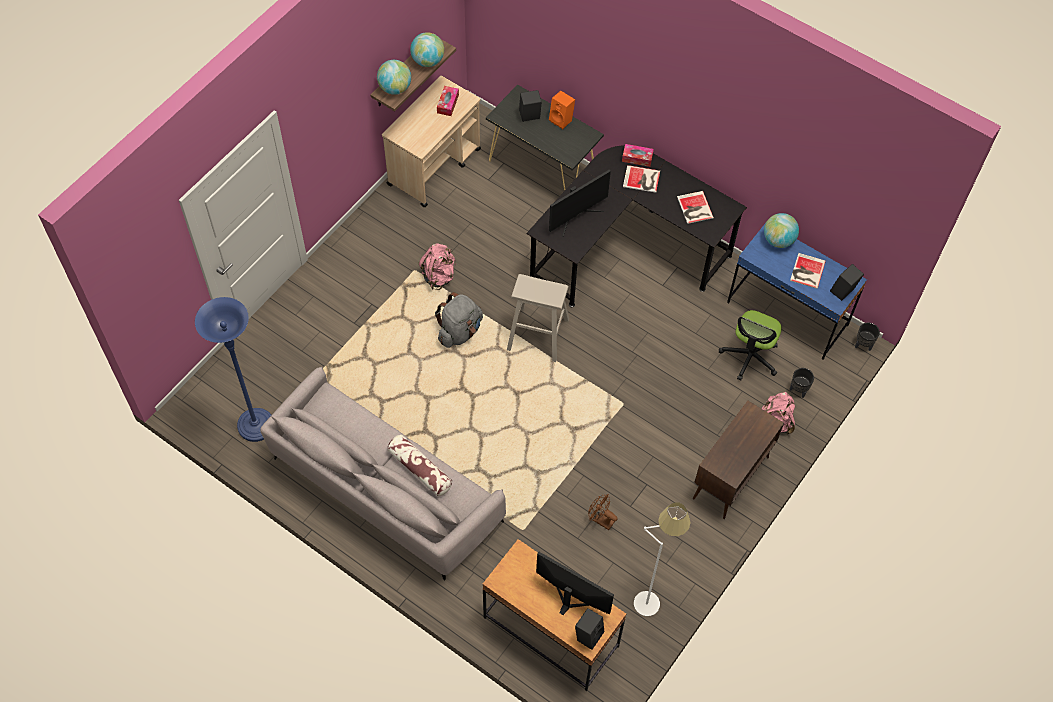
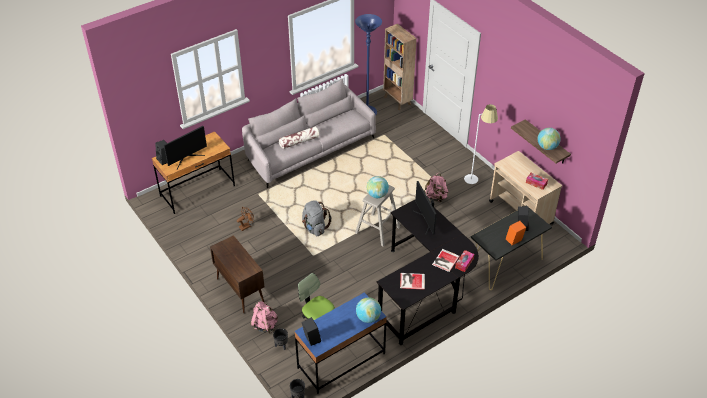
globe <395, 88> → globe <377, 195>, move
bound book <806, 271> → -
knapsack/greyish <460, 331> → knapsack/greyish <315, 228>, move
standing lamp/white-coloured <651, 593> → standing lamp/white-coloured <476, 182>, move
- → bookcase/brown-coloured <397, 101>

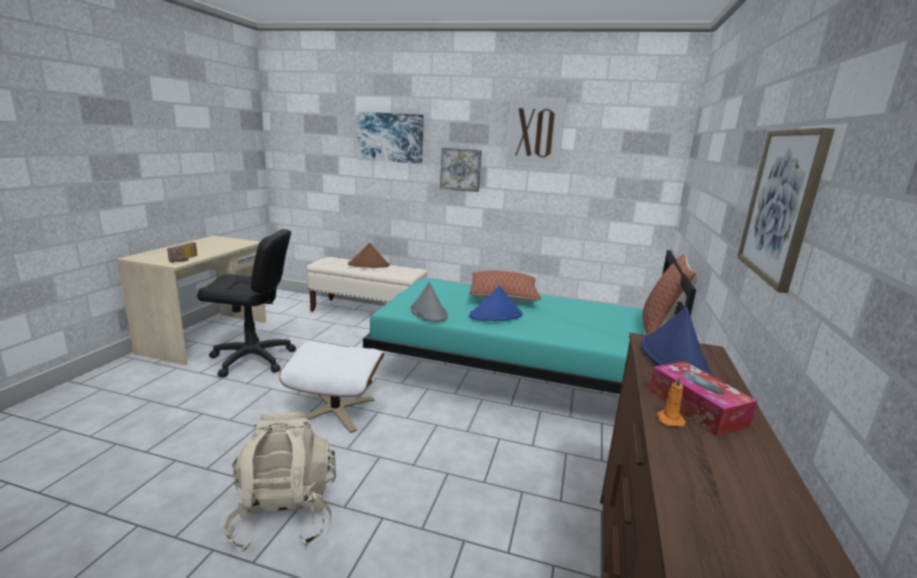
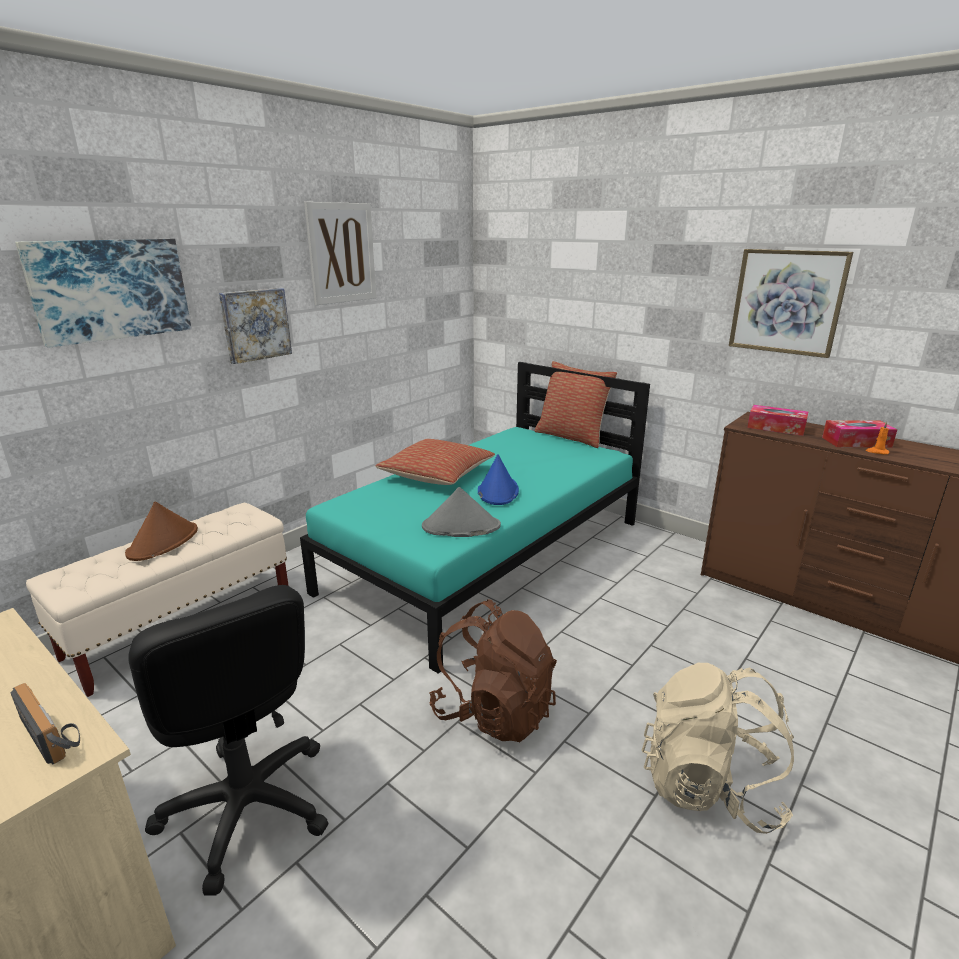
computer chair/black <252, 359> → computer chair/black <246, 807>, 120 degrees clockwise
wearable hat/blue-coloured <674, 358> → box of tissues <776, 428>
ottoman/white-coloured <335, 410> → knapsack/brown-coloured <494, 711>

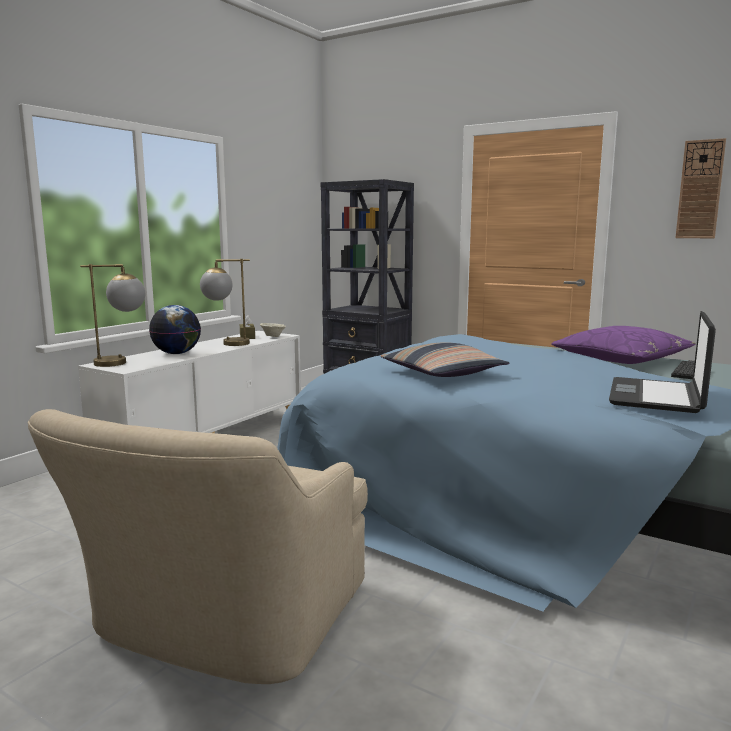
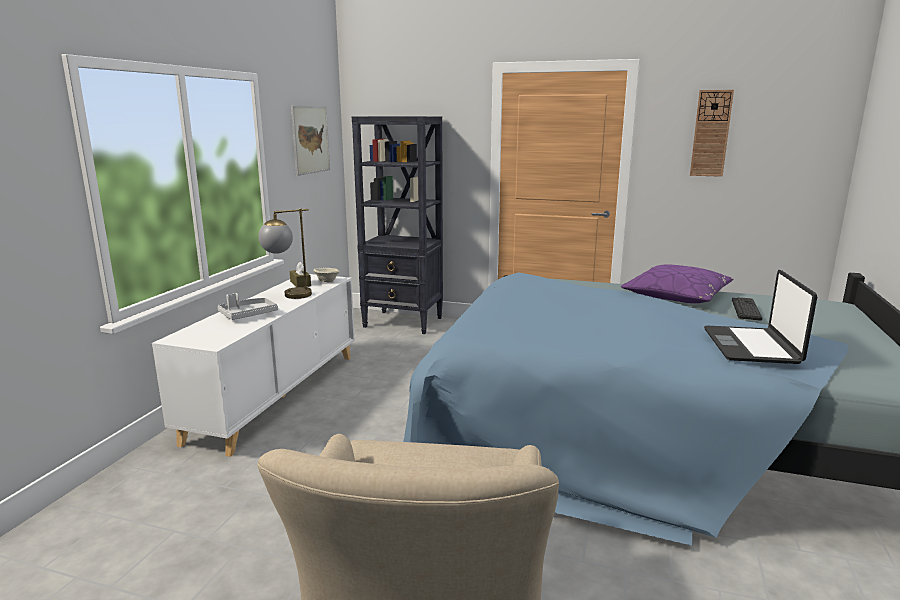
tabletop lamp <122, 362> → -
globe <177, 353> → tray/greyish <248, 315>
pillow <442, 373> → -
- → picture <310, 139>

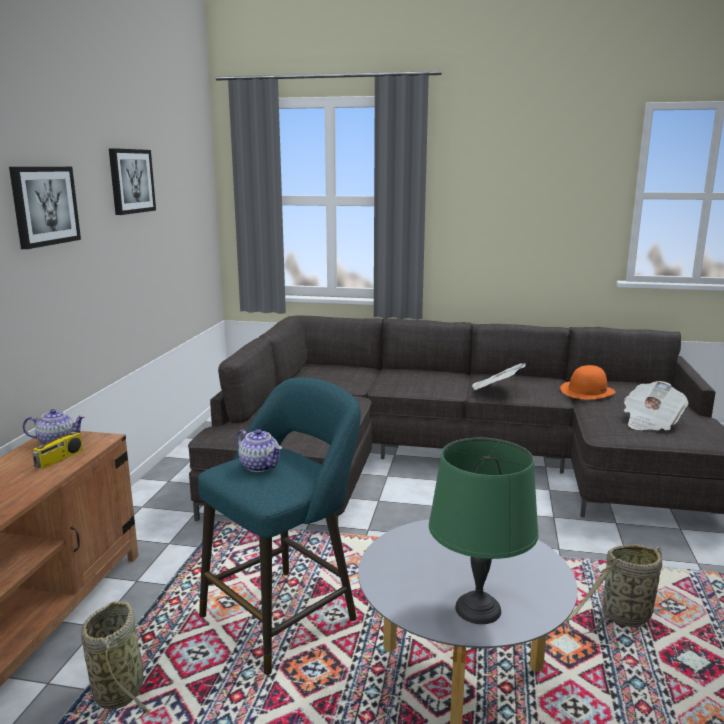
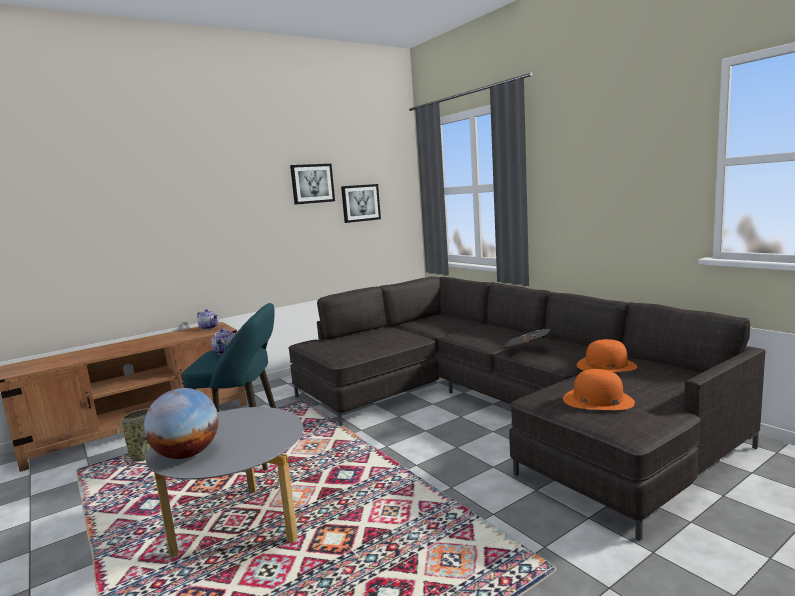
picture <44, 205> → picture <360, 203>, move
printed paper <650, 422> → wearable hat/orangey <597, 400>
radio <59, 459> → -
tabletop lamp/green <477, 610> → globe <187, 454>
household basket <623, 618> → -

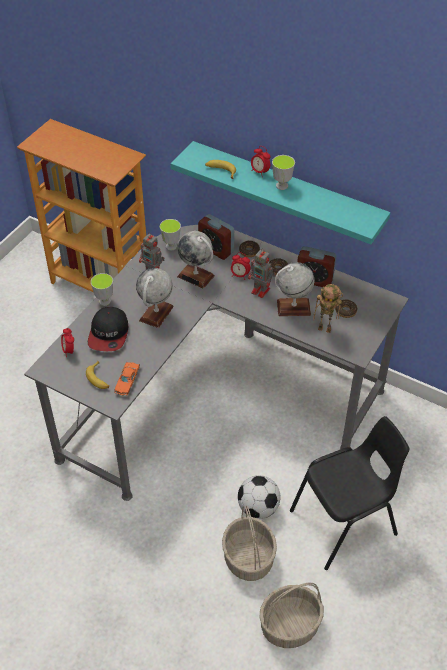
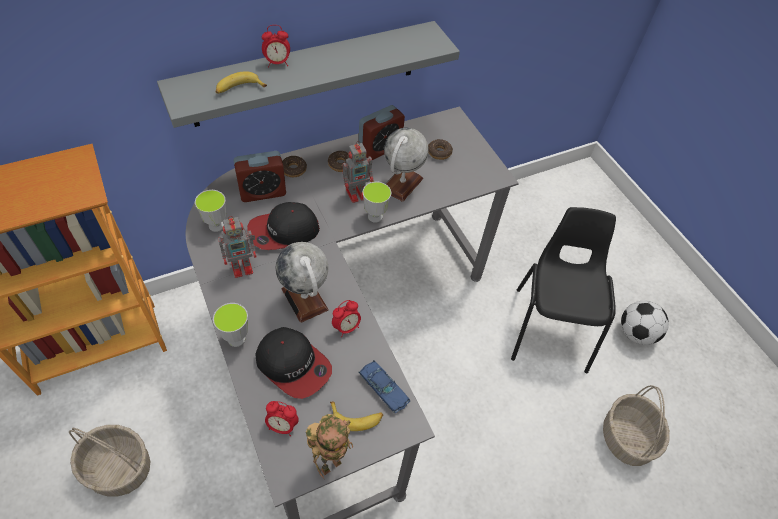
shelf/turquoise <286, 193> → shelf/greyish <306, 74>
cup <282, 186> → cup <375, 216>, move
globe <196, 276> → cap <283, 231>
bedside clock <240, 275> → bedside clock <346, 327>, move
toy robot <325, 328> → toy robot <331, 463>, move
toy car/orangey <127, 381> → toy car/blue-coloured <383, 389>
ball for football <258, 508> → ball for football <636, 333>, move
household basket <249, 558> → household basket <120, 468>, move

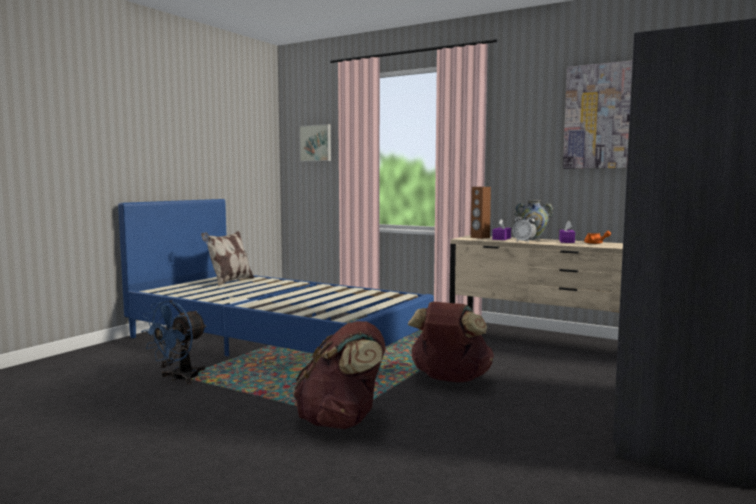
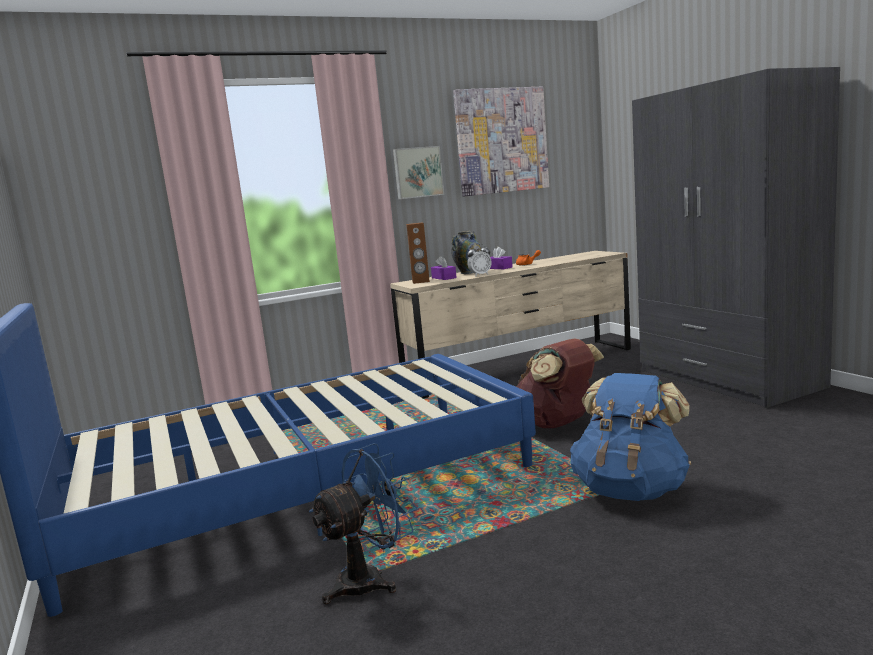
picture <316, 143> → picture <417, 172>, move
pillow <229, 281> → -
electric fan/blue-coloured <178, 378> → electric fan/blue-coloured <370, 579>, 105 degrees counterclockwise
knapsack/brown-coloured <342, 421> → knapsack/blue-coloured <630, 489>

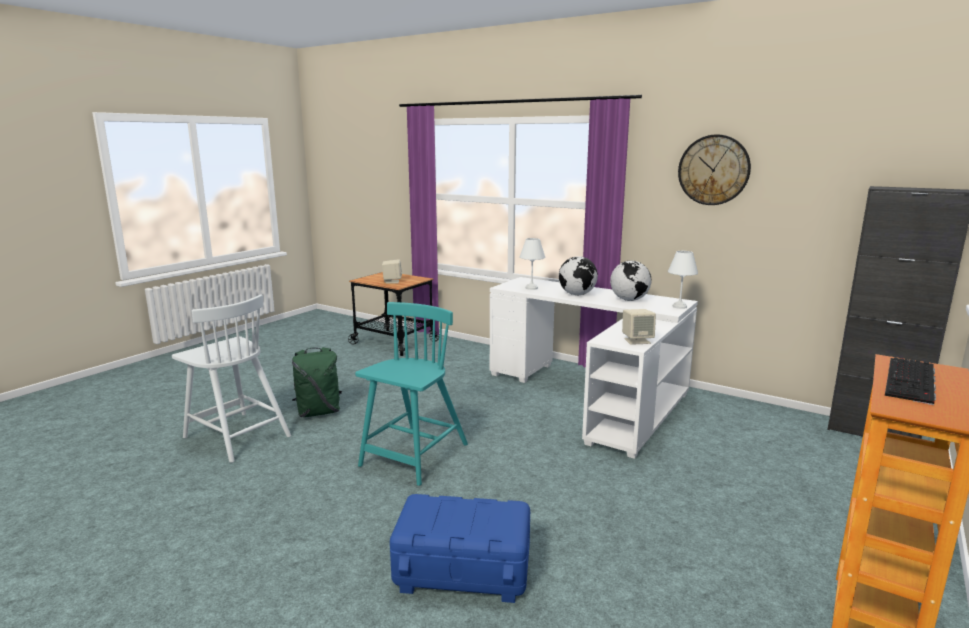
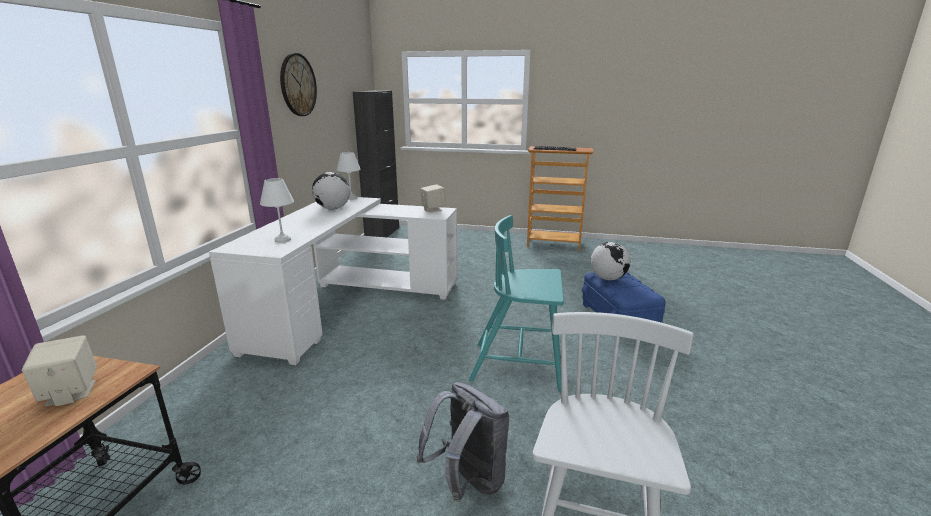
globe <577, 294> → globe <608, 278>, move
knapsack/green <318, 412> → knapsack/greyish <467, 481>

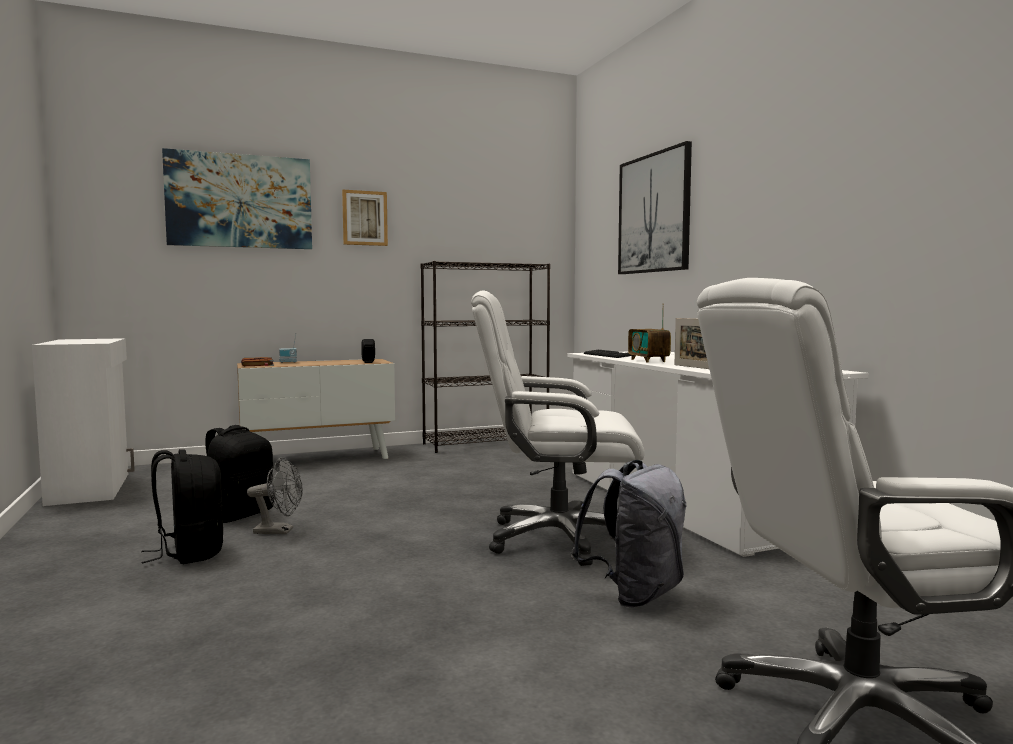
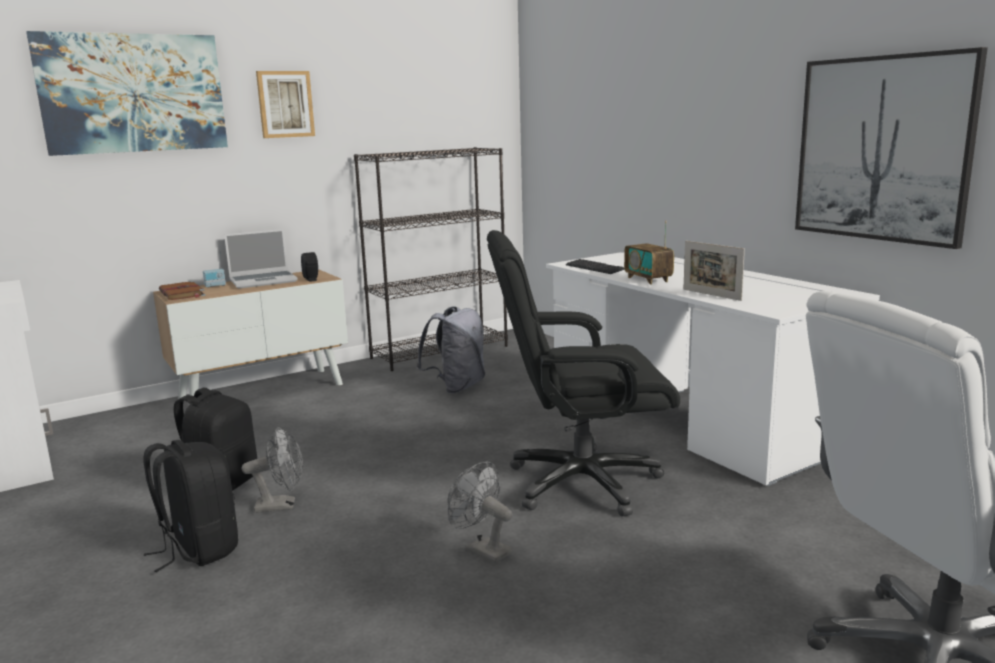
picture <654, 213> → picture <882, 149>, move
computer chair/white-coloured <557, 538> → computer chair/black <581, 482>
knapsack/greyish <634, 594> → knapsack/greyish <456, 387>, move
- → portable computer <264, 281>
- → electric fan/greyish <482, 549>

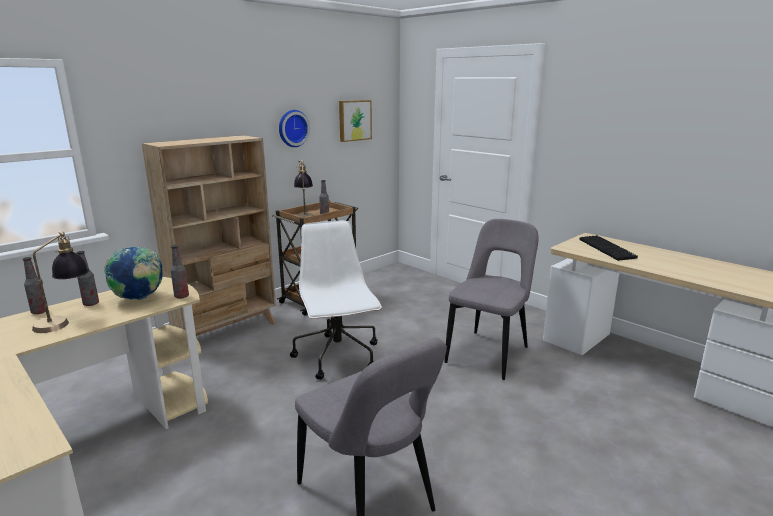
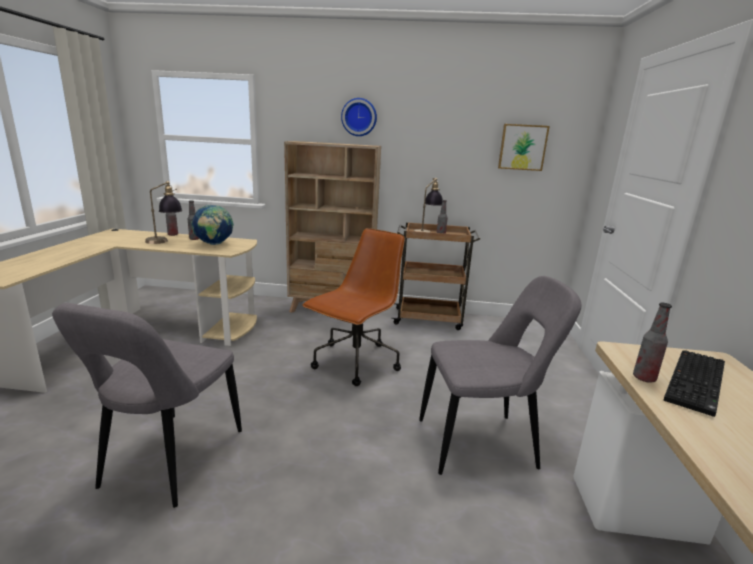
hanging clock <292, 128> → hanging clock <359, 117>, move
computer chair/white-coloured <338, 357> → computer chair/brown-coloured <355, 363>
drink bottle <181, 296> → drink bottle <644, 378>, move

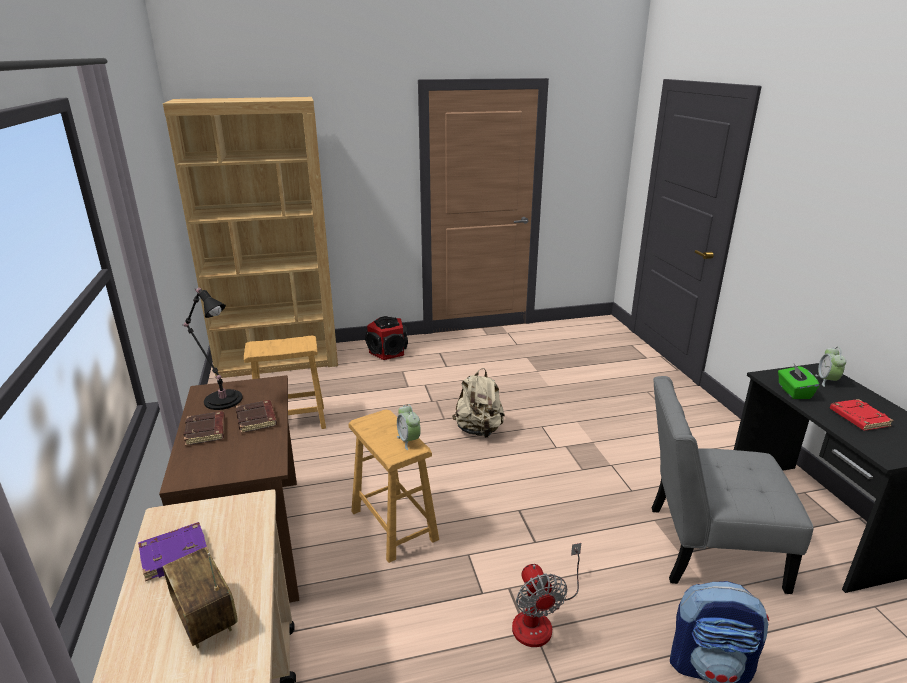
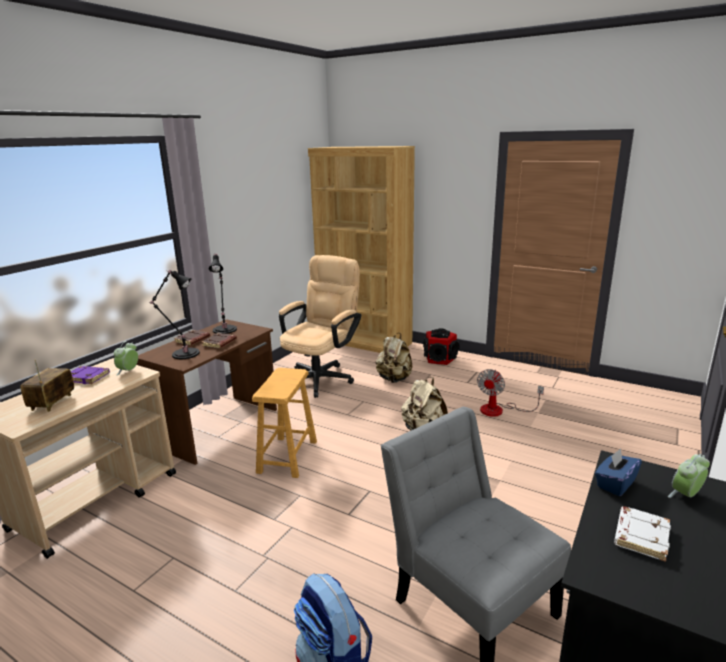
stool/brown-coloured <291, 421> → computer chair/sand-coloured <322, 377>
box of tissues/green <793, 392> → box of tissues/blue-coloured <615, 484>
bound book/red-coloured <858, 418> → bound book/white-coloured <640, 536>
bedside clock <408, 441> → bedside clock <128, 371>, move
electric fan <540, 619> → electric fan <499, 410>, move
- → tabletop lamp/black <183, 353>
- → knapsack/sand-coloured <394, 379>

